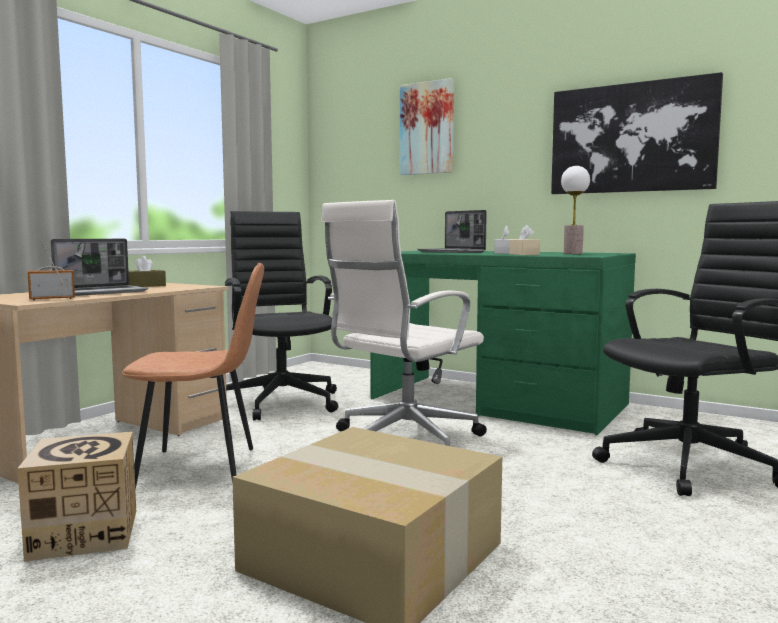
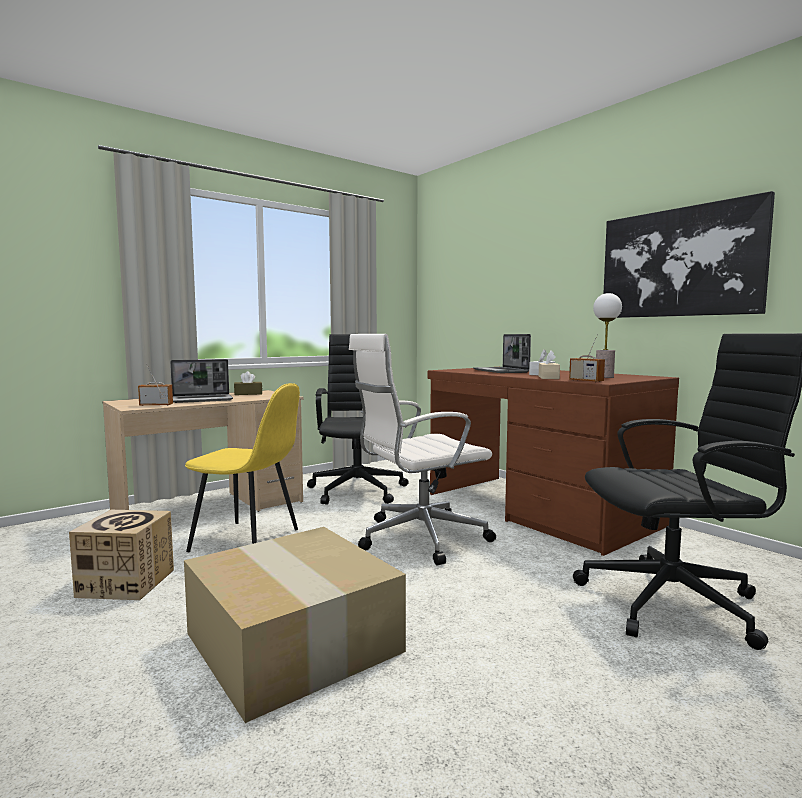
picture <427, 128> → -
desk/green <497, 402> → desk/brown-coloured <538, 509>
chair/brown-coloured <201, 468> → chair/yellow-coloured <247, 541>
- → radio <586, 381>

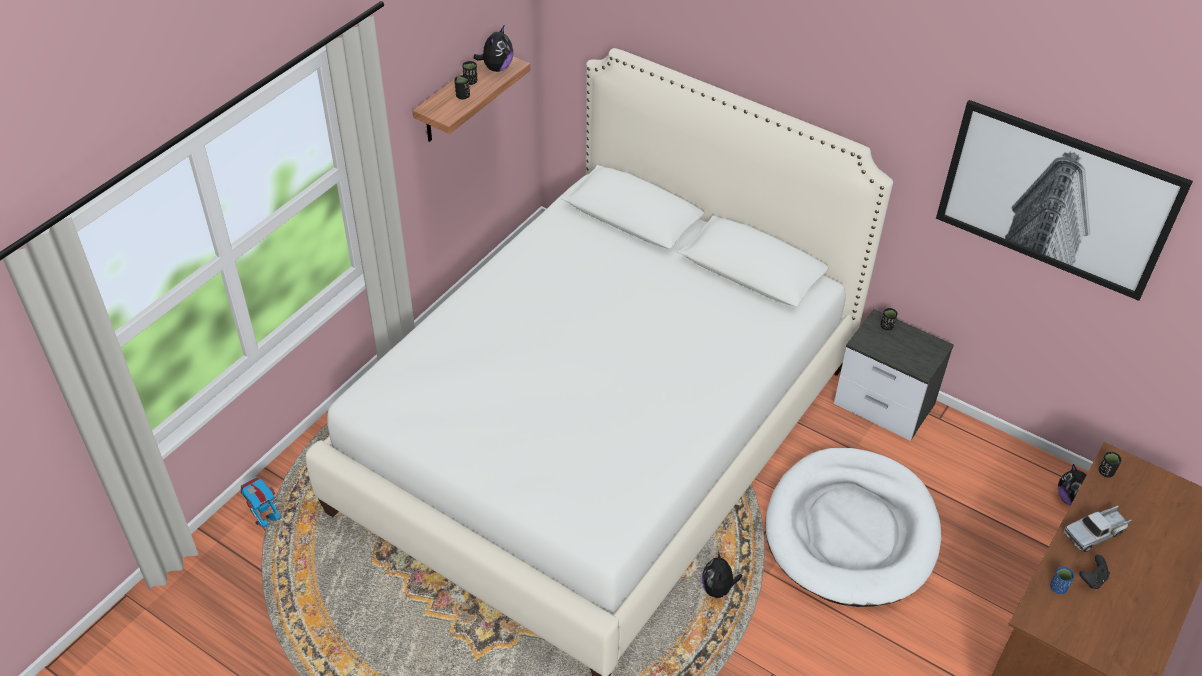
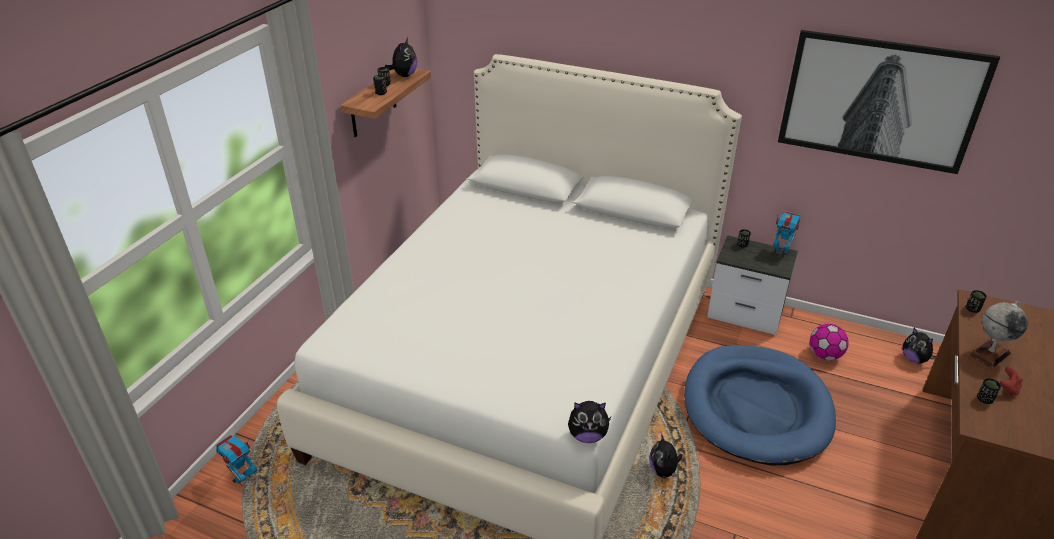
dog cushion/white-coloured <851, 531> → dog cushion/blue-coloured <756, 407>
model truck <1095, 533> → globe <990, 354>
game controller/black <1092, 579> → game controller/red-coloured <1008, 389>
cup/blue-coloured <1058, 587> → cup/black <984, 399>
- → toy robot <781, 252>
- → ball for football <824, 355>
- → plush toy <587, 435>

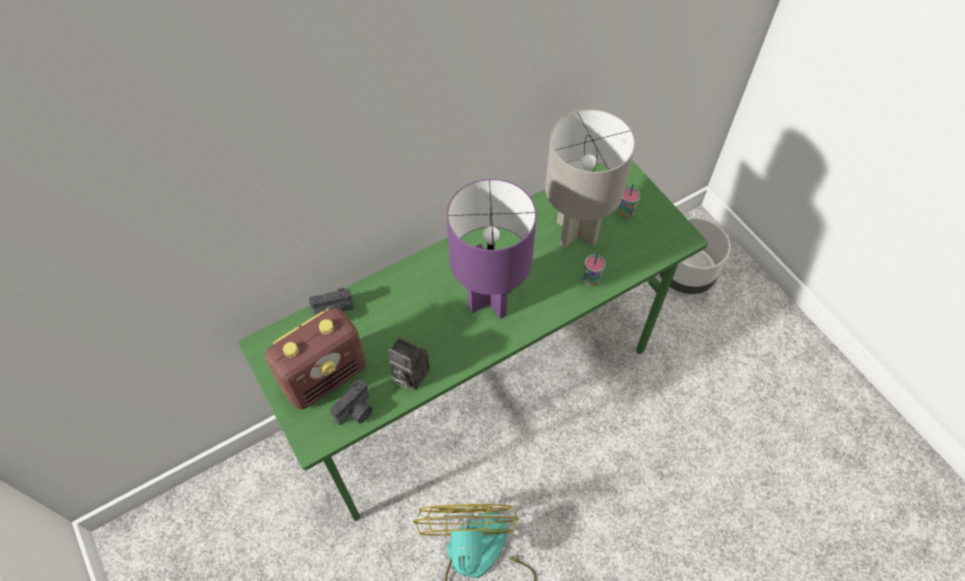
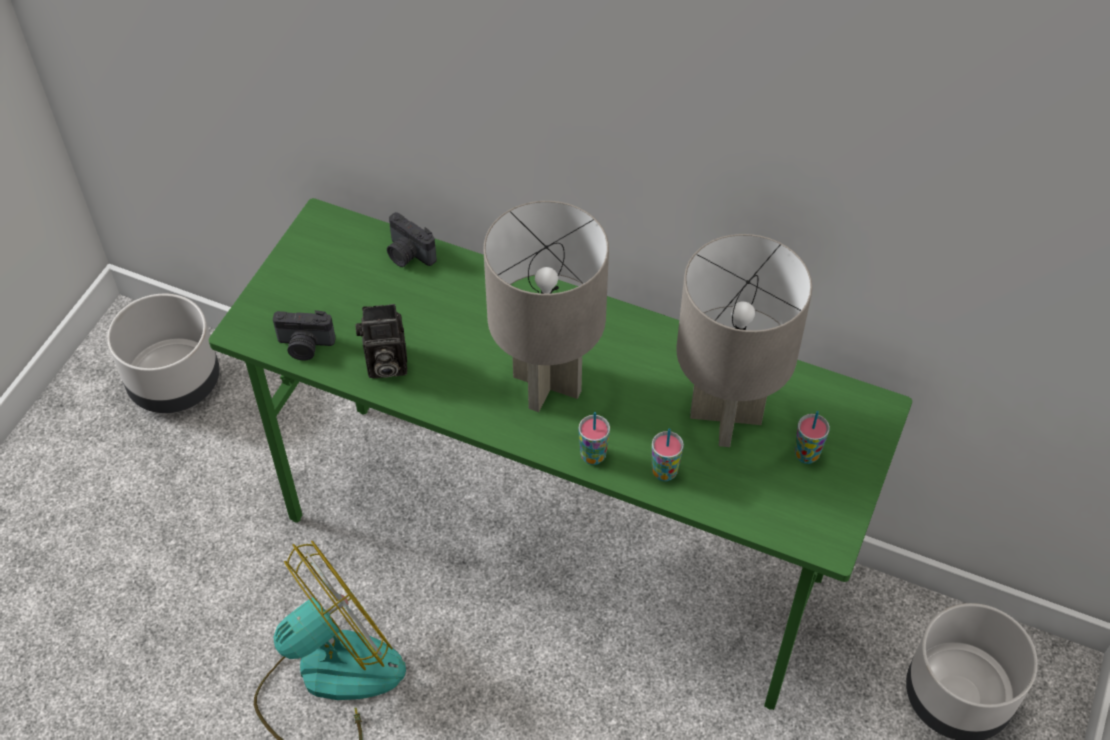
tabletop lamp/purple <491, 300> → tabletop lamp/greyish <547, 385>
radio <325, 376> → -
photo camera <408, 374> → photo camera <384, 365>, 90 degrees counterclockwise
- → flower pot/greyish <175, 382>
- → cup <593, 456>

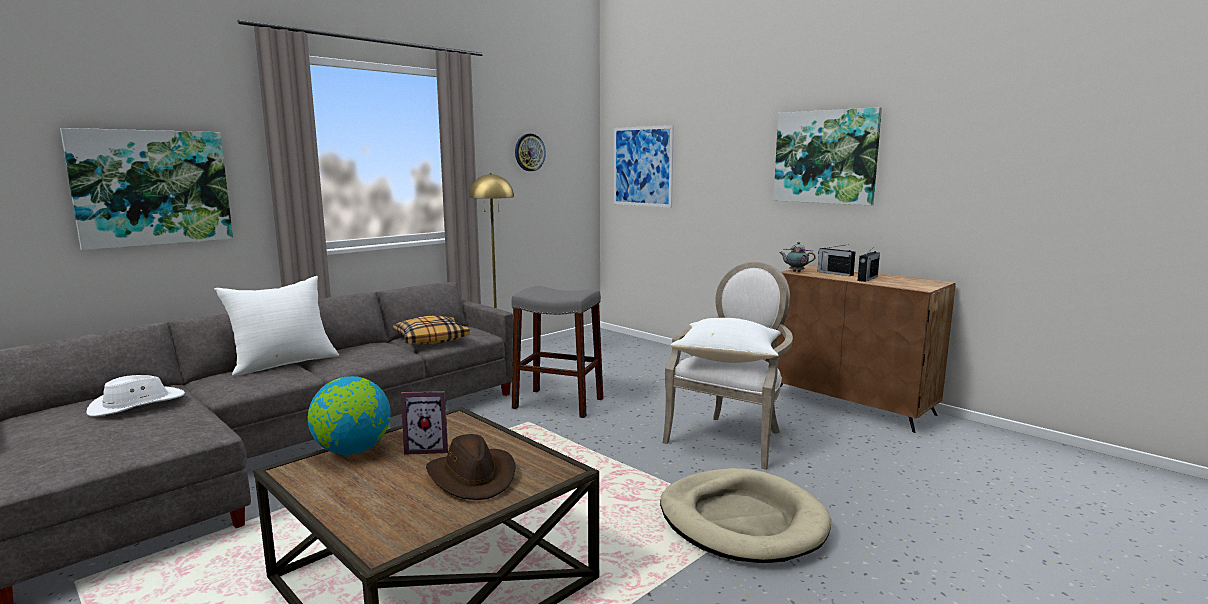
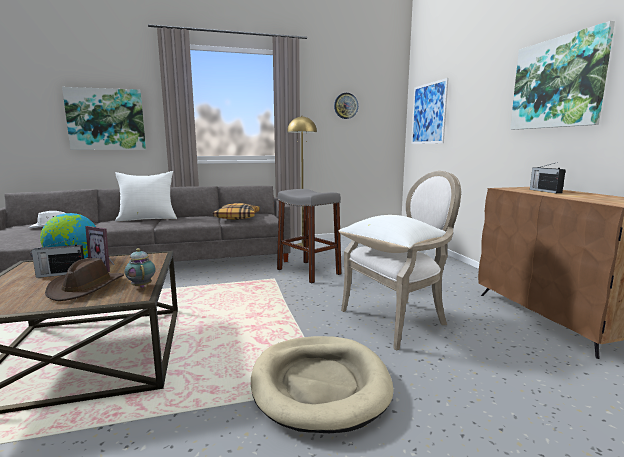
teapot <795, 271> → teapot <142, 286>, move
radio <867, 278> → radio <60, 274>, move

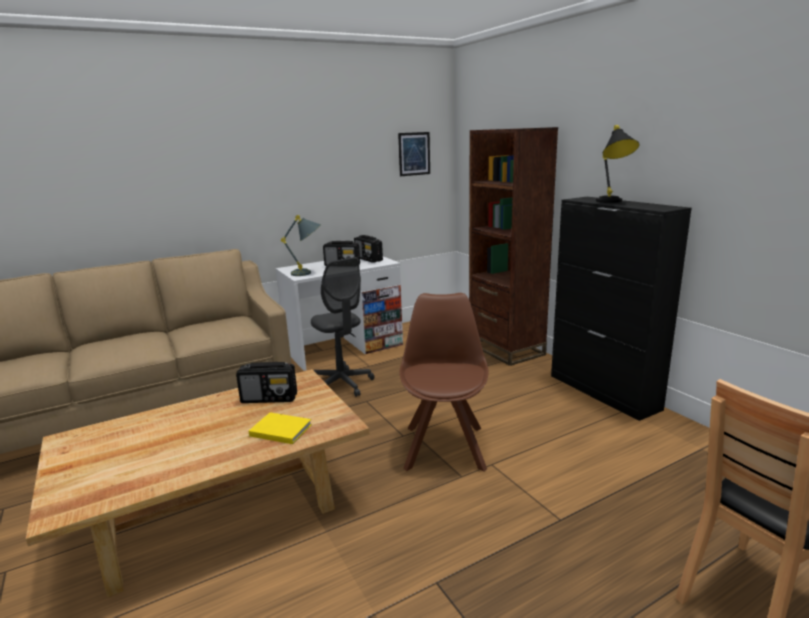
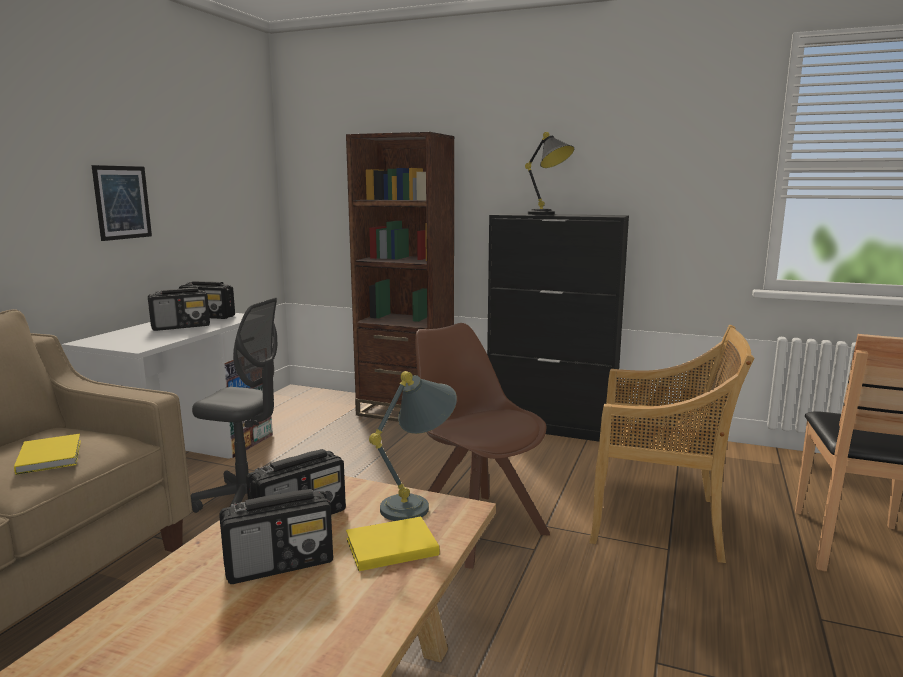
picture <414, 154> → picture <122, 202>, move
tabletop lamp/greyish <308, 273> → tabletop lamp/greyish <418, 503>, move
- → chair/sand-coloured <658, 521>
- → bound book/yellow-coloured <51, 456>
- → radio <280, 564>

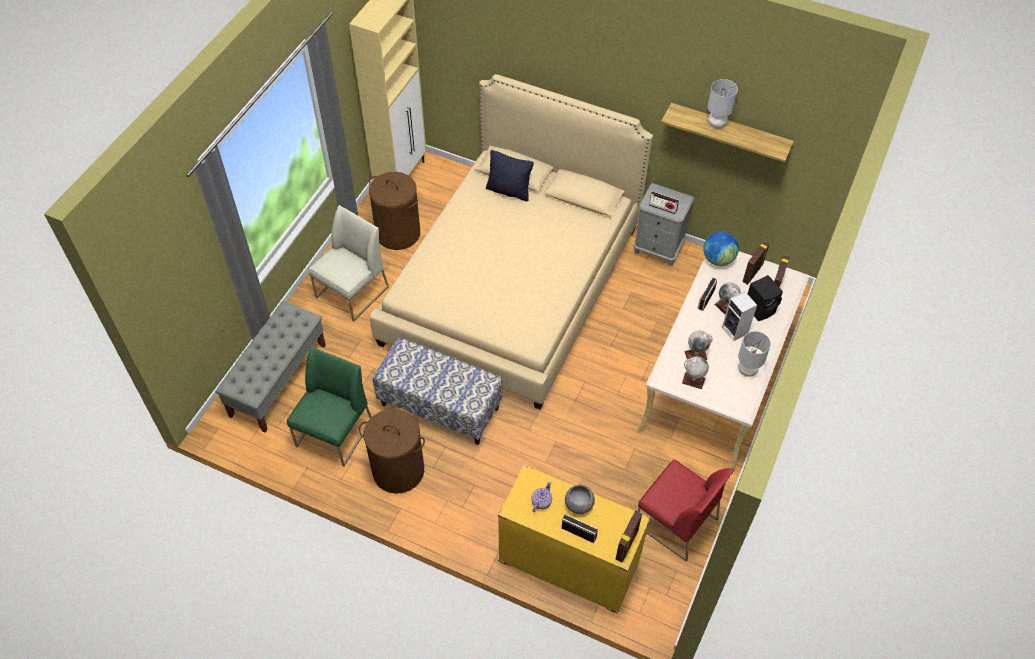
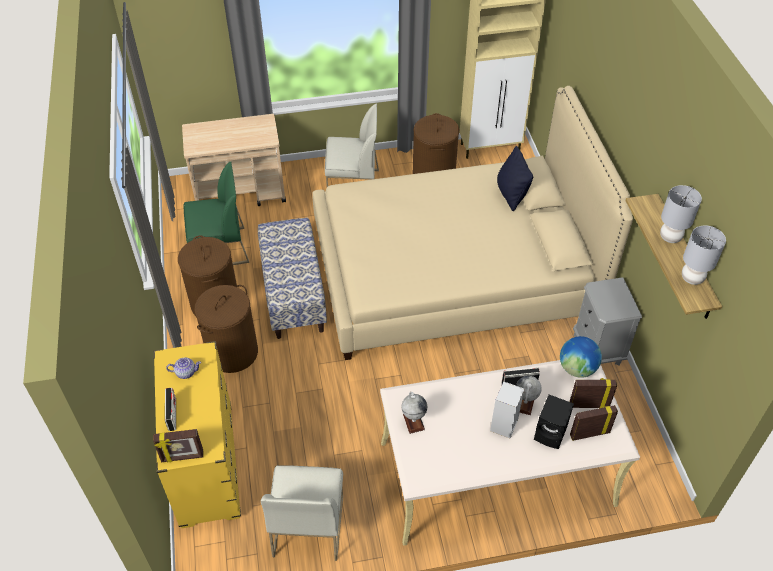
radio <662, 208> → -
indoor bench/greyish <278, 380> → wheeled cart/sand-coloured <241, 193>
globe <696, 355> → -
tabletop lamp/greyish <747, 370> → tabletop lamp/greyish <692, 278>, move
chair/red-coloured <675, 522> → chair/white-coloured <307, 525>
bowl/greyish <579, 504> → -
- → hamper/brown-coloured <232, 352>

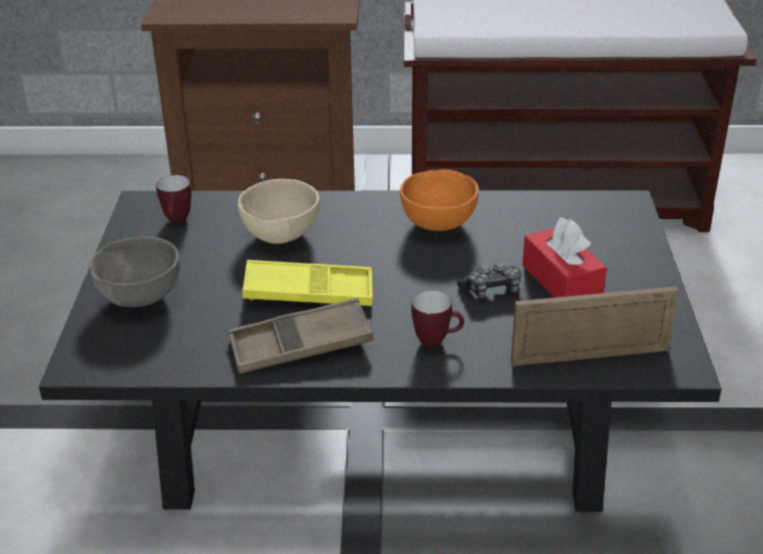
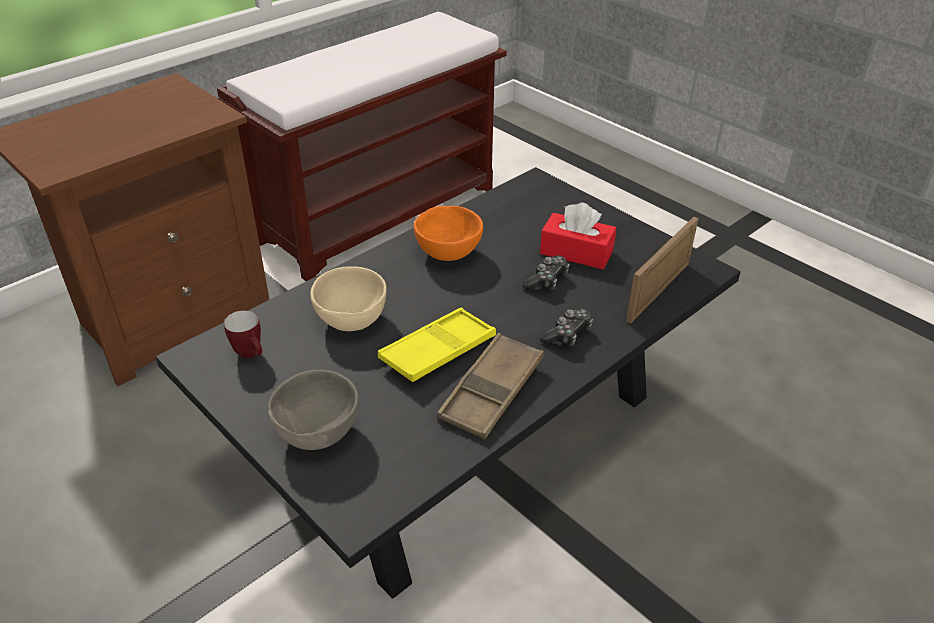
coffee mug <437, 341> → game controller <567, 334>

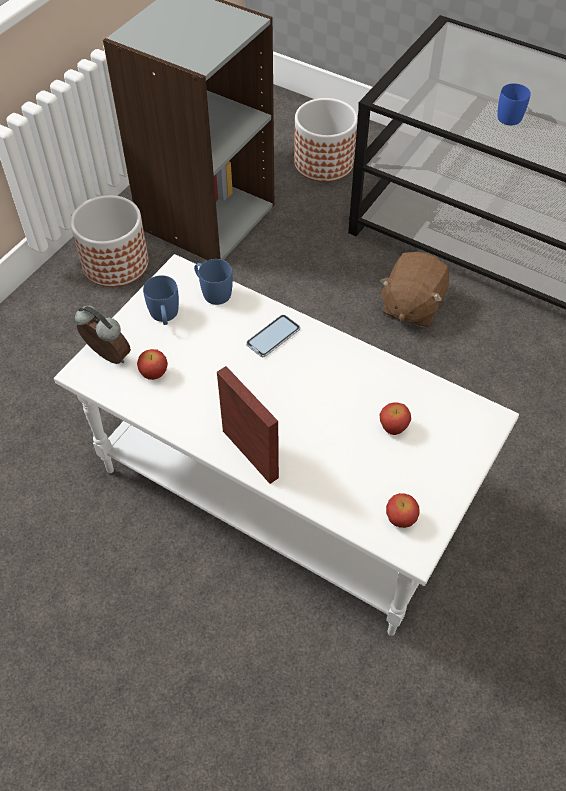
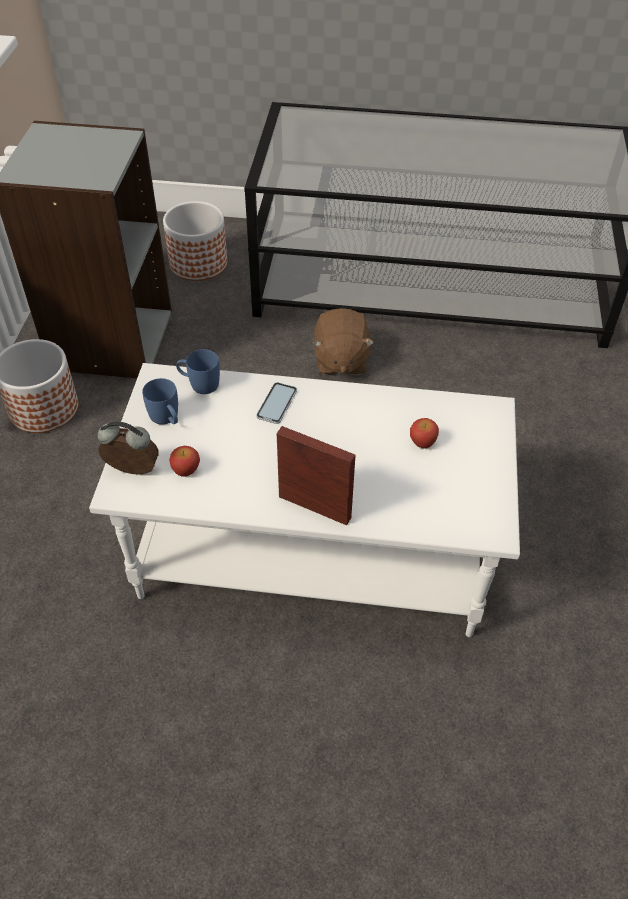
coffee mug/blue-coloured <507, 115> → -
apple fruit <400, 518> → -

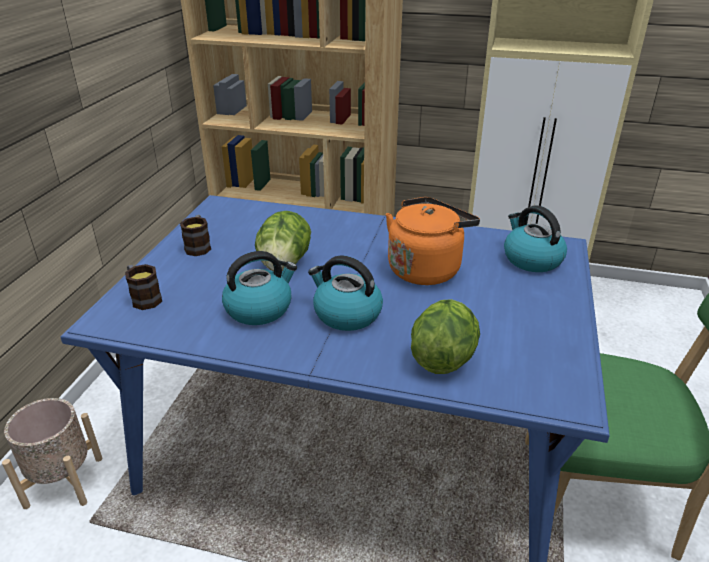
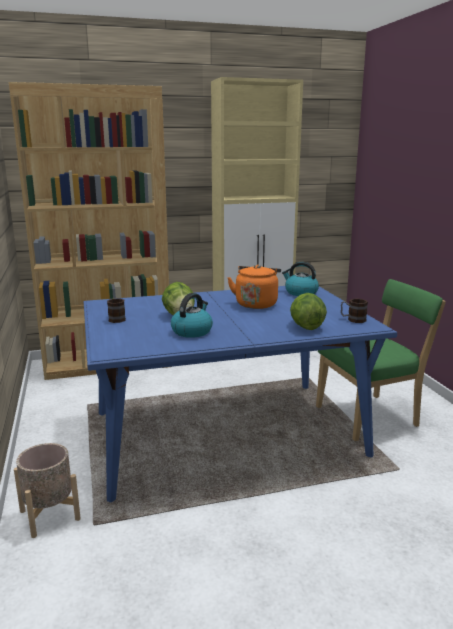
tea kettle <346, 314> → -
coffee mug <144, 298> → coffee mug <353, 319>, move

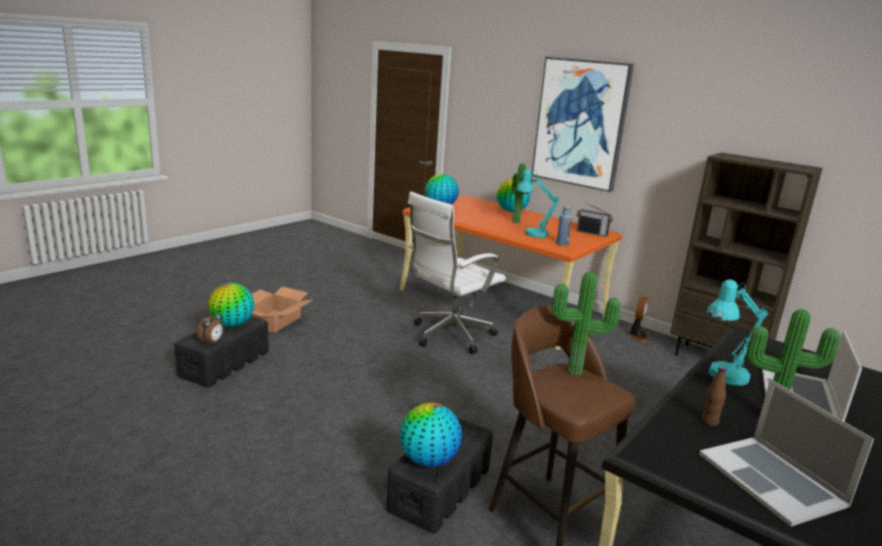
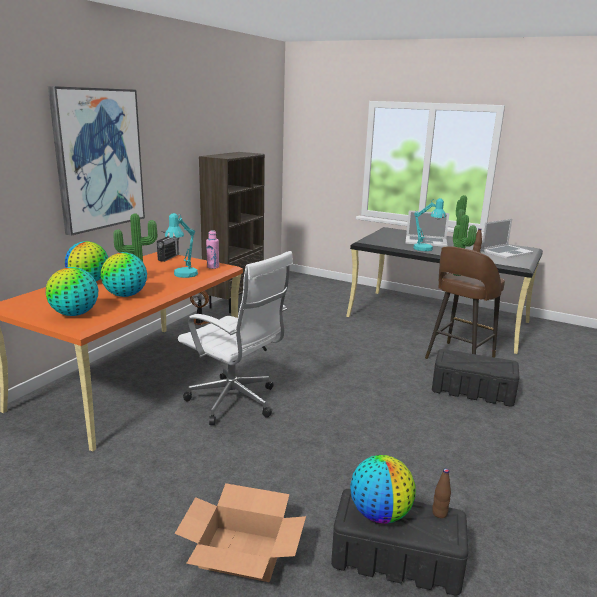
drink bottle/blue-coloured <562, 244> → drink bottle/pink <213, 267>
bedside clock <212, 343> → drink bottle/brown-coloured <439, 513>
globe <428, 460> → globe <125, 295>, move

